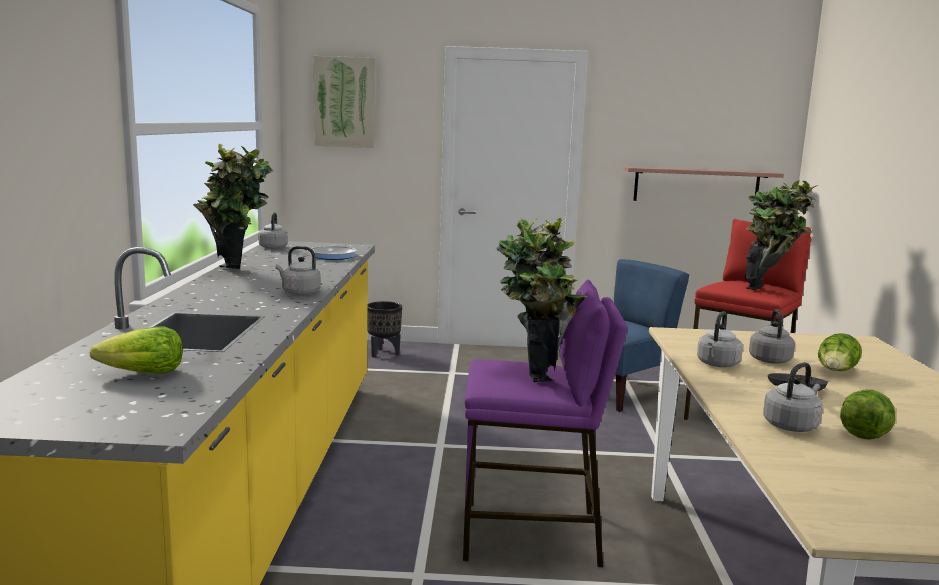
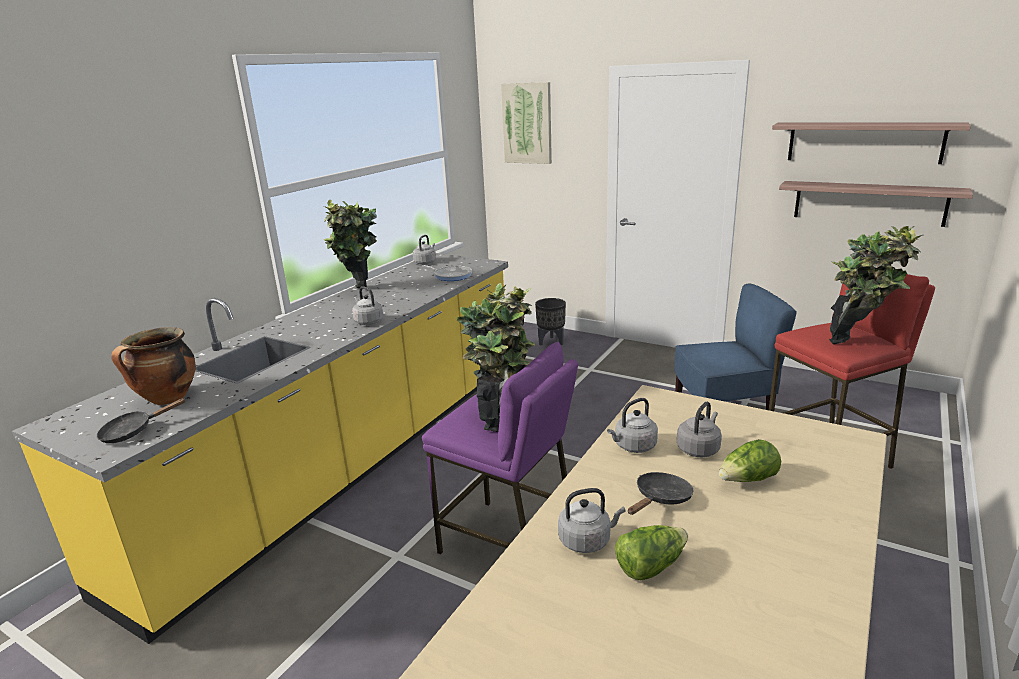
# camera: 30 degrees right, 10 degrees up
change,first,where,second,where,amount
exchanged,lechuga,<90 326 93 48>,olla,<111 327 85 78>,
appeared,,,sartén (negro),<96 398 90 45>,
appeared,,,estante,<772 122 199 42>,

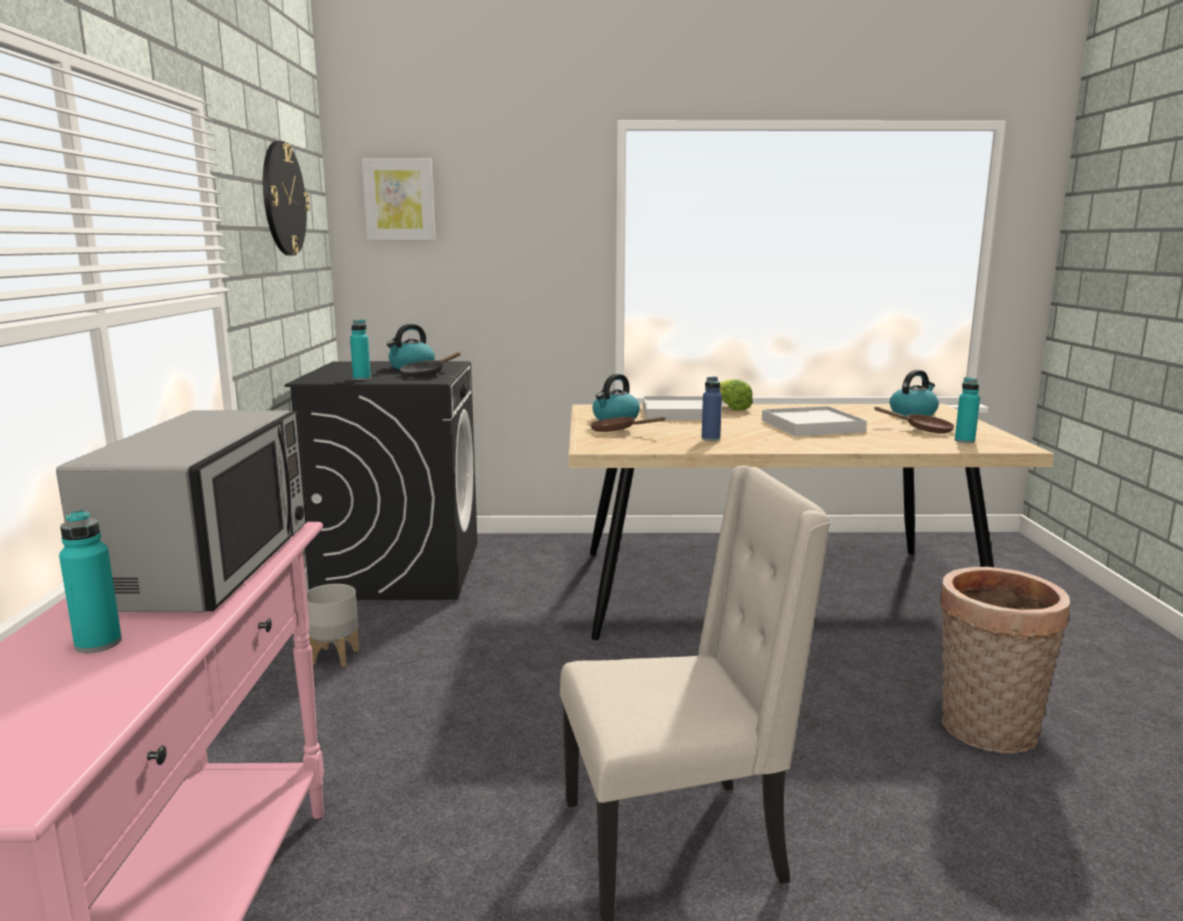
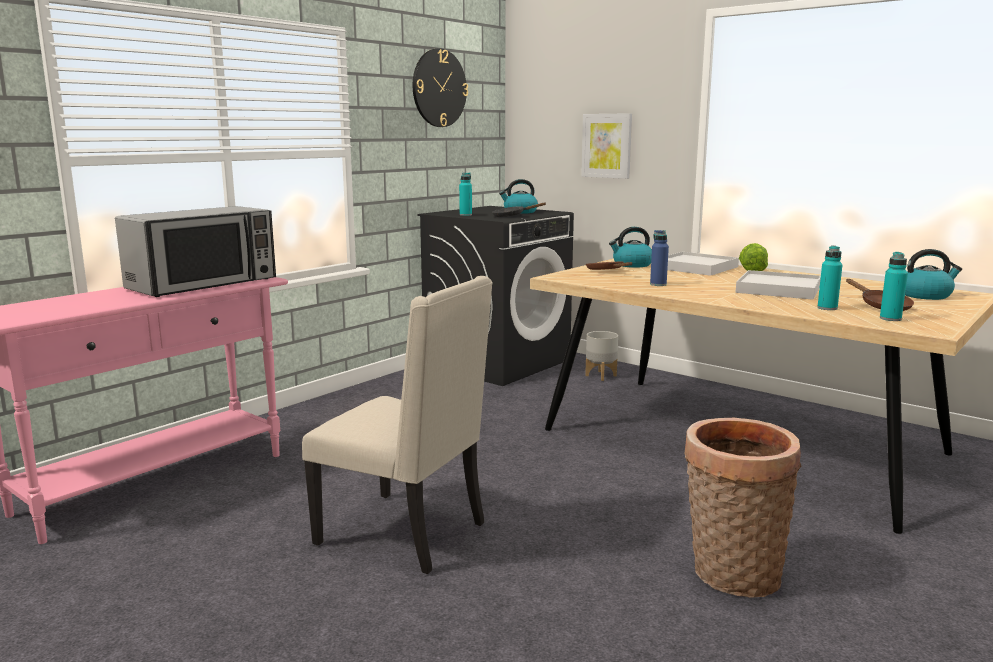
# camera: 40 degrees right, 0 degrees up
change,first,where,second,where,amount
relocated,botella (turquesa),<59 510 63 143>,,<817 246 25 64>,
relocated,maceta (gris),<306 584 53 83>,,<585 331 33 50>,
relocated,cuadro,<362 158 73 82>,,<581 113 51 66>,

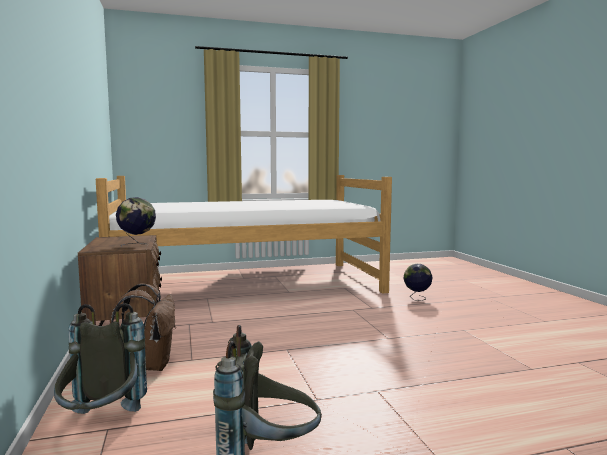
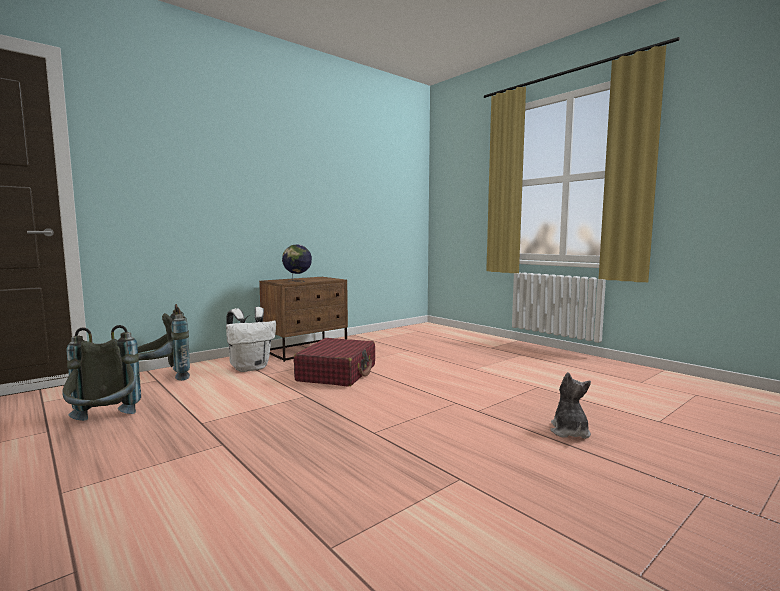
# camera: 65 degrees right, 0 degrees up
change,first,where,second,where,amount
missing,cama,<96 175 296 119>,,,
colour,mochila (marrón),<110 283 66 88>,mochila (blanco),<226 307 50 65>,
exchanged,globo terráqueo,<404 264 28 37>,peluche,<550 372 41 67>,
appeared,,,maleta (rojo),<294 338 81 49>,

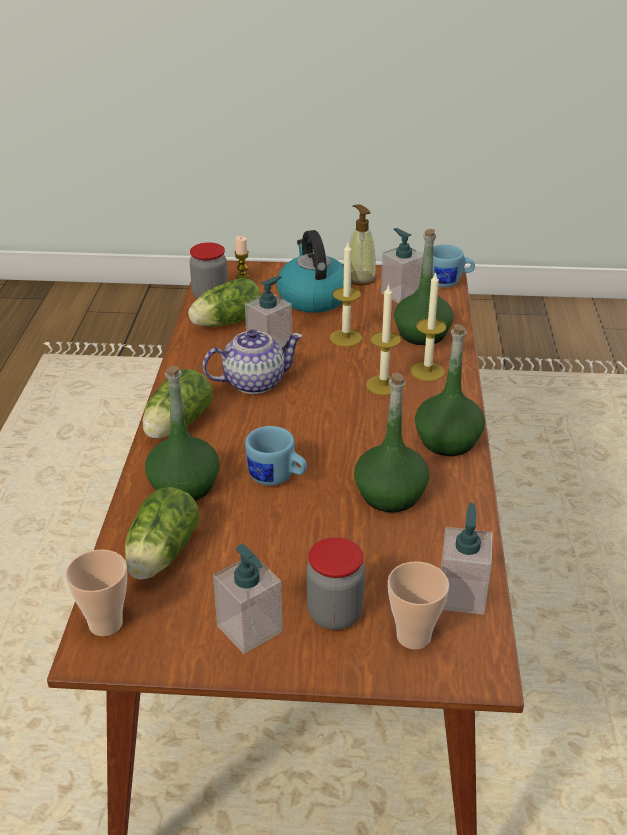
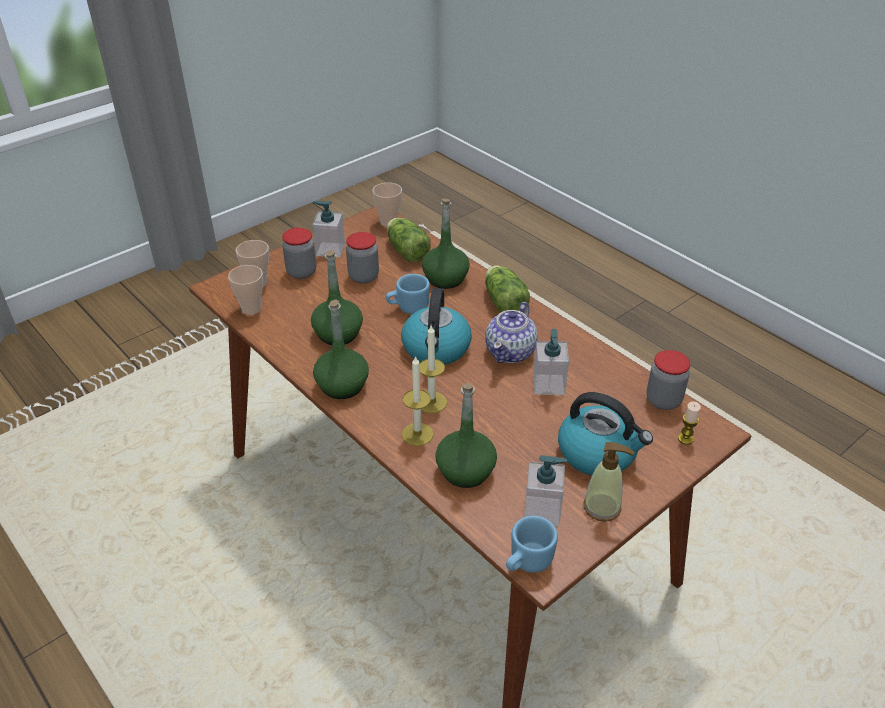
# camera: 135 degrees right, 5 degrees up
change,first,where,second,where,amount
missing,lechuga,<188 278 74 49>,,,
missing,vela,<330 243 32 104>,,,
exchanged,dispensador de jabón,<441 503 52 112>,taza,<228 265 35 50>,
appeared,,,tarro,<346 232 33 52>,
appeared,,,hervidor,<401 288 71 77>,

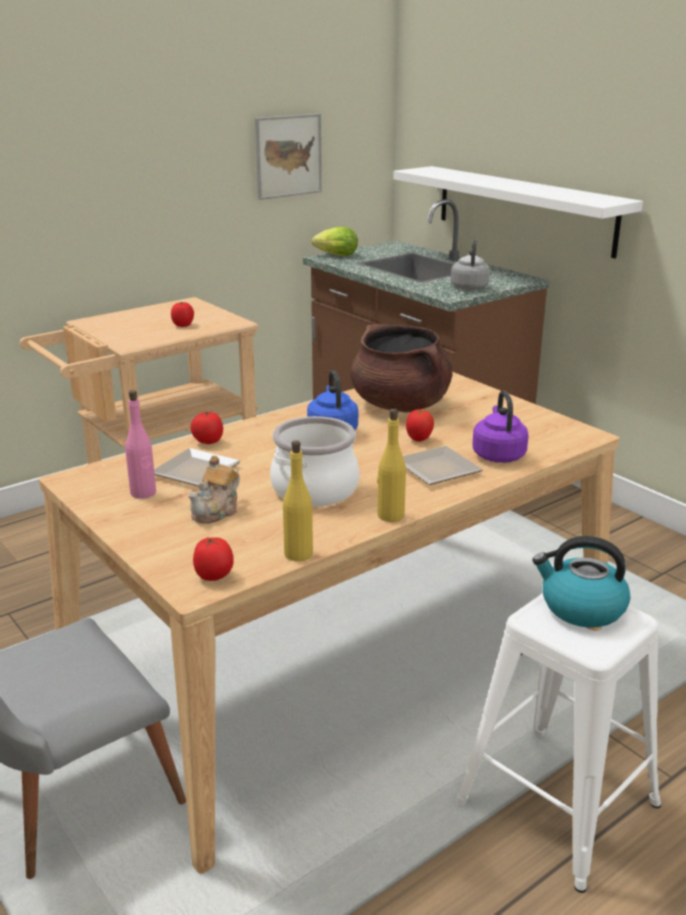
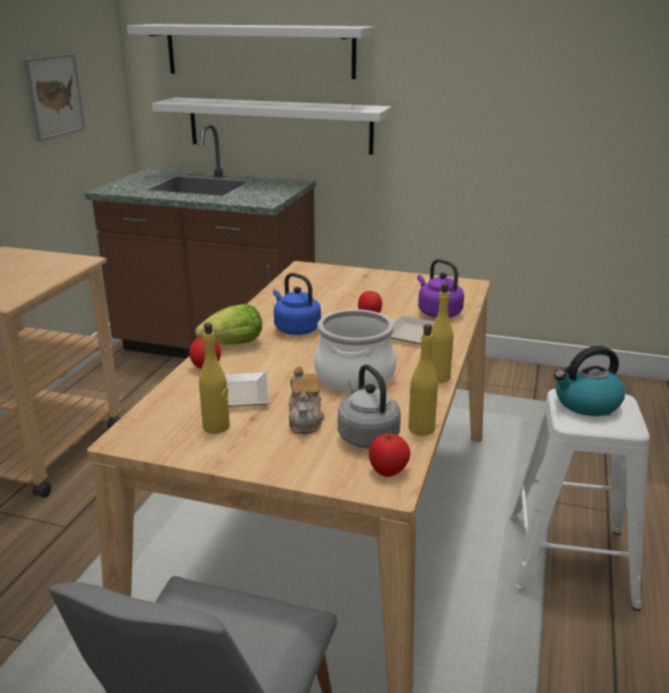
# camera: 35 degrees left, 0 degrees up
change,first,where,second,where,amount
colour,botella (rosa),<125 390 31 109>,botella (amarillo),<199 323 31 111>,
missing,tomate,<171 302 23 25>,,,
relocated,lechuga,<312 227 46 29>,,<195 304 67 41>,
missing,olla (marrón),<350 324 103 89>,,,
relocated,hervidor (gris),<451 239 39 51>,,<338 364 63 85>,
appeared,,,estante (blanco),<127 24 248 55>,

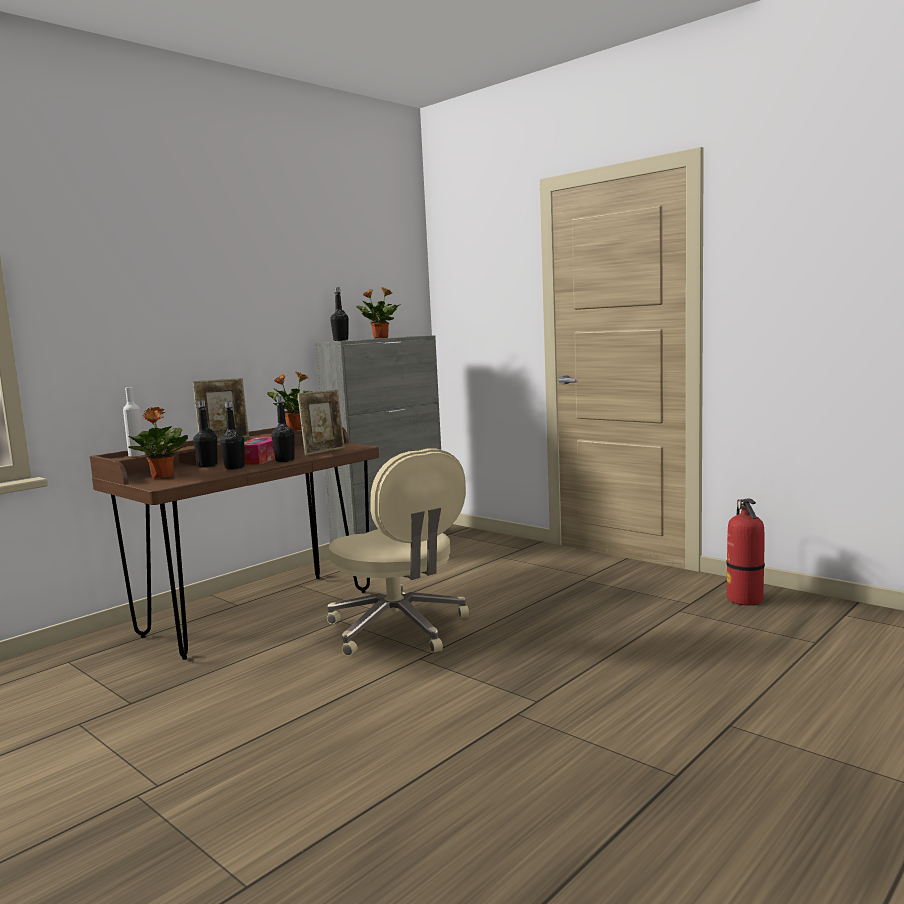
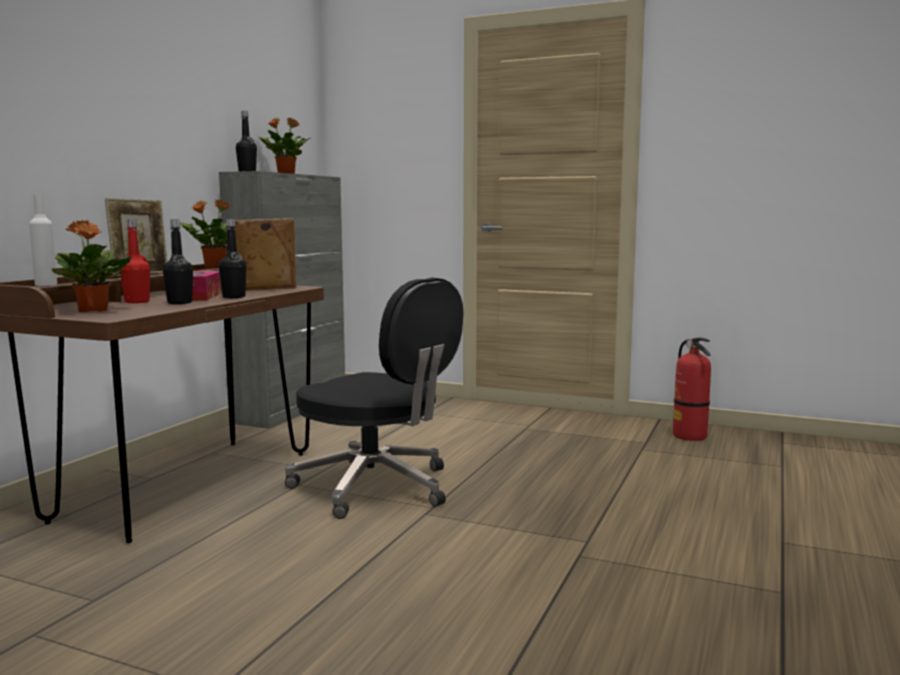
# camera: 20 degrees left, 0 degrees up
change,first,where,second,where,amount
colour,botella (negro),<193 401 24 67>,botella (rojo),<120 219 30 84>,
spun,portarretratos,<297 390 48 65>,,<234 218 63 73>,135 degrees counterclockwise
colour,silla de oficina (beis),<327 448 142 208>,silla de oficina (negro),<285 278 178 241>,

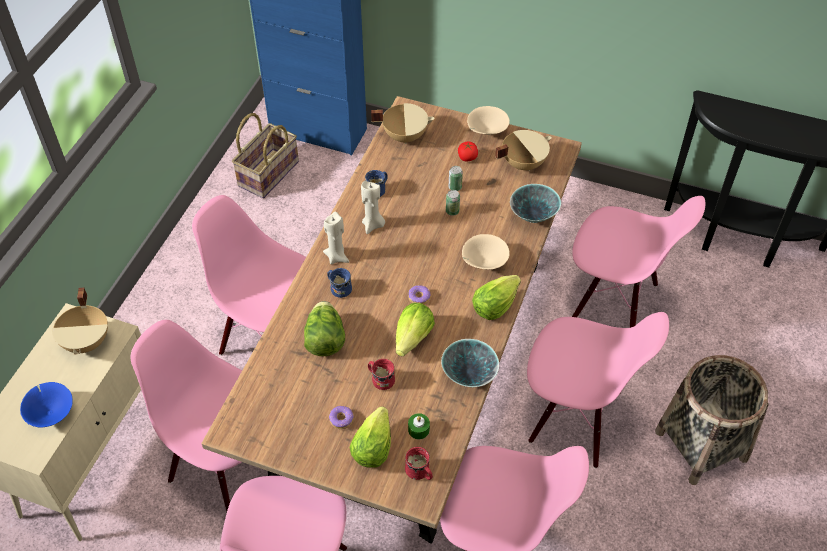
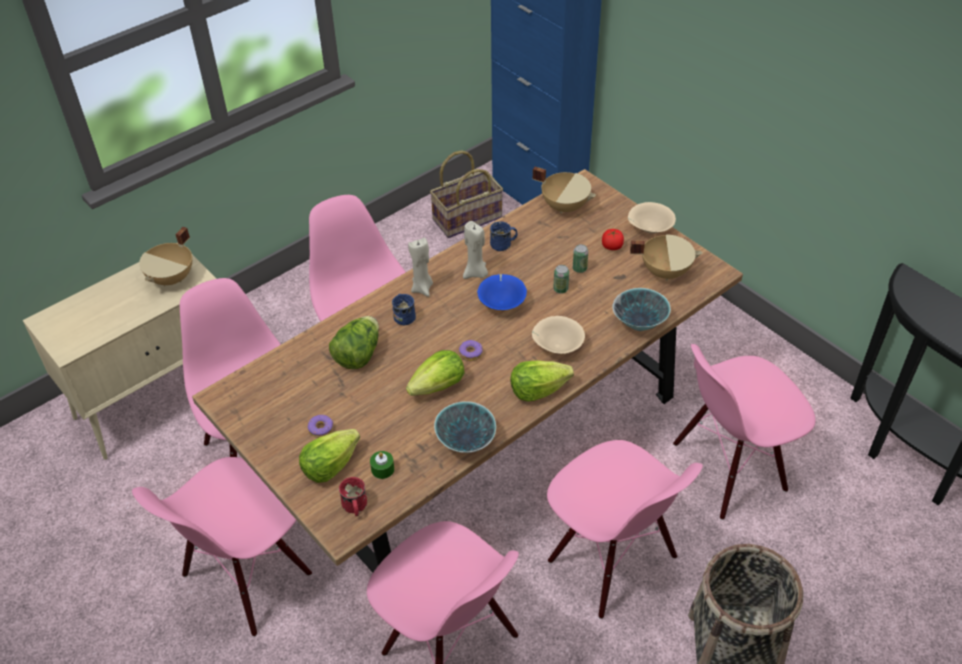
# camera: 30 degrees right, 5 degrees down
change,first,where,second,where,amount
relocated,cuenco (azul),<20 382 53 46>,,<477 274 50 36>,
missing,taza grande (rojo),<368 359 27 31>,,,
spun,silla (rosa),<572 196 133 132>,,<673 344 142 176>,105 degrees clockwise

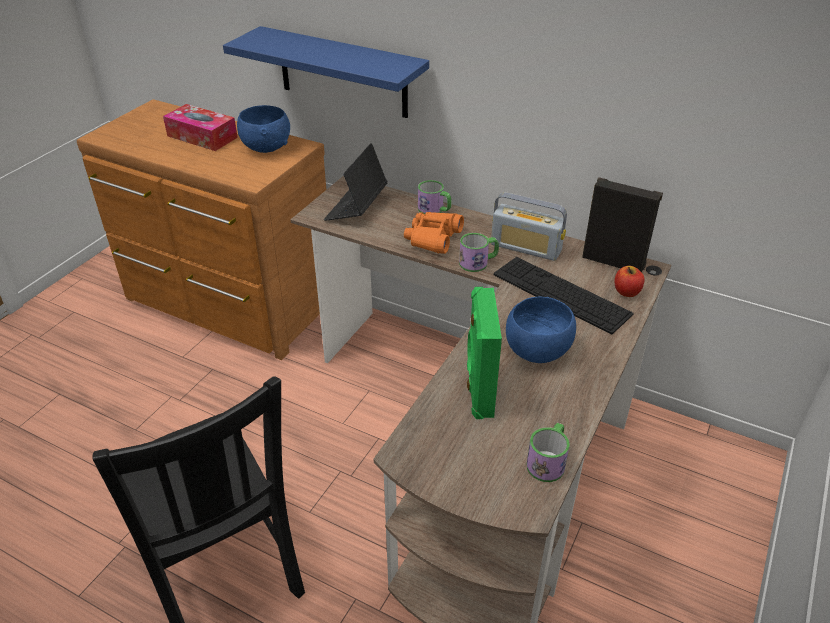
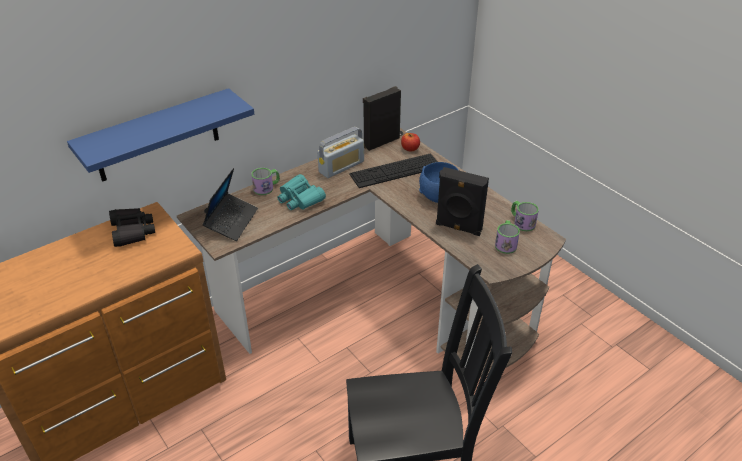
# camera: 65 degrees left, 0 degrees up
change,first,where,second,where,amount
missing,caja de pañuelos,<163 104 75 47>,,,
exchanged,cuenco (azul),<237 105 53 48>,prismáticos (negro),<109 208 46 39>,
spun,portátil,<324 143 63 78>,,<203 168 55 73>,120 degrees counterclockwise
colour,prismáticos (naranja),<404 212 60 42>,prismáticos (turquesa),<277 174 49 36>,
relocated,taza grande,<459 233 40 39>,,<495 220 25 34>,
colour,altavoz (verde),<467 287 35 132>,altavoz (negro),<436 167 53 69>,

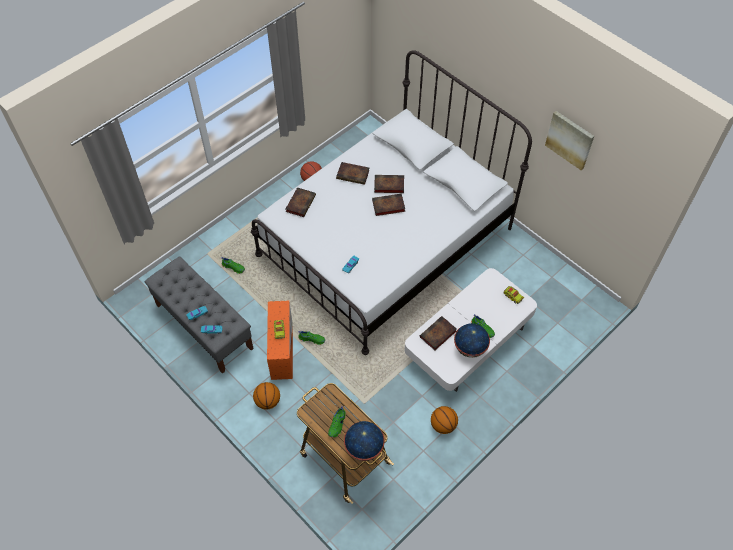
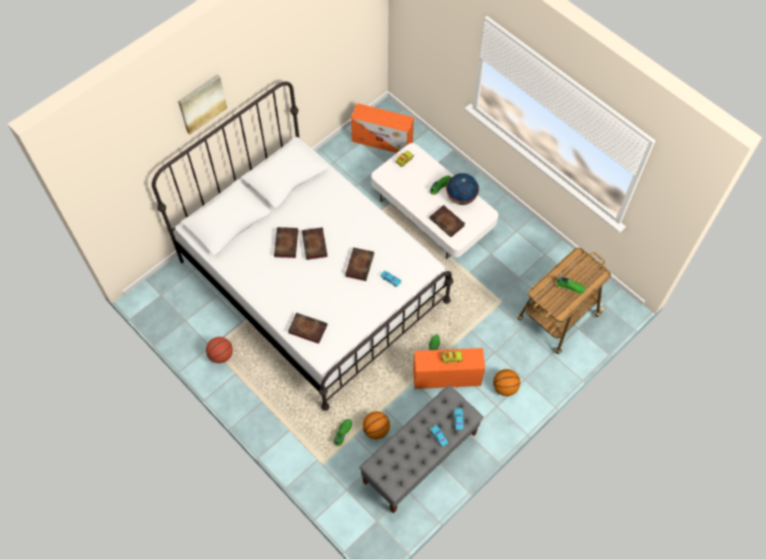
# camera: 90 degrees left, 5 degrees up
change,first,where,second,where,amount
relocated,libro,<336 162 33 23>,,<345 247 29 34>,
missing,globo terráqueo,<344 421 41 40>,,,
relocated,balón de baloncesto,<431 406 27 28>,,<362 411 28 28>,
relocated,cuadro,<545 111 49 59>,,<178 74 49 60>,
appeared,,,caja de almacenaje (naranja),<351 103 63 50>,

